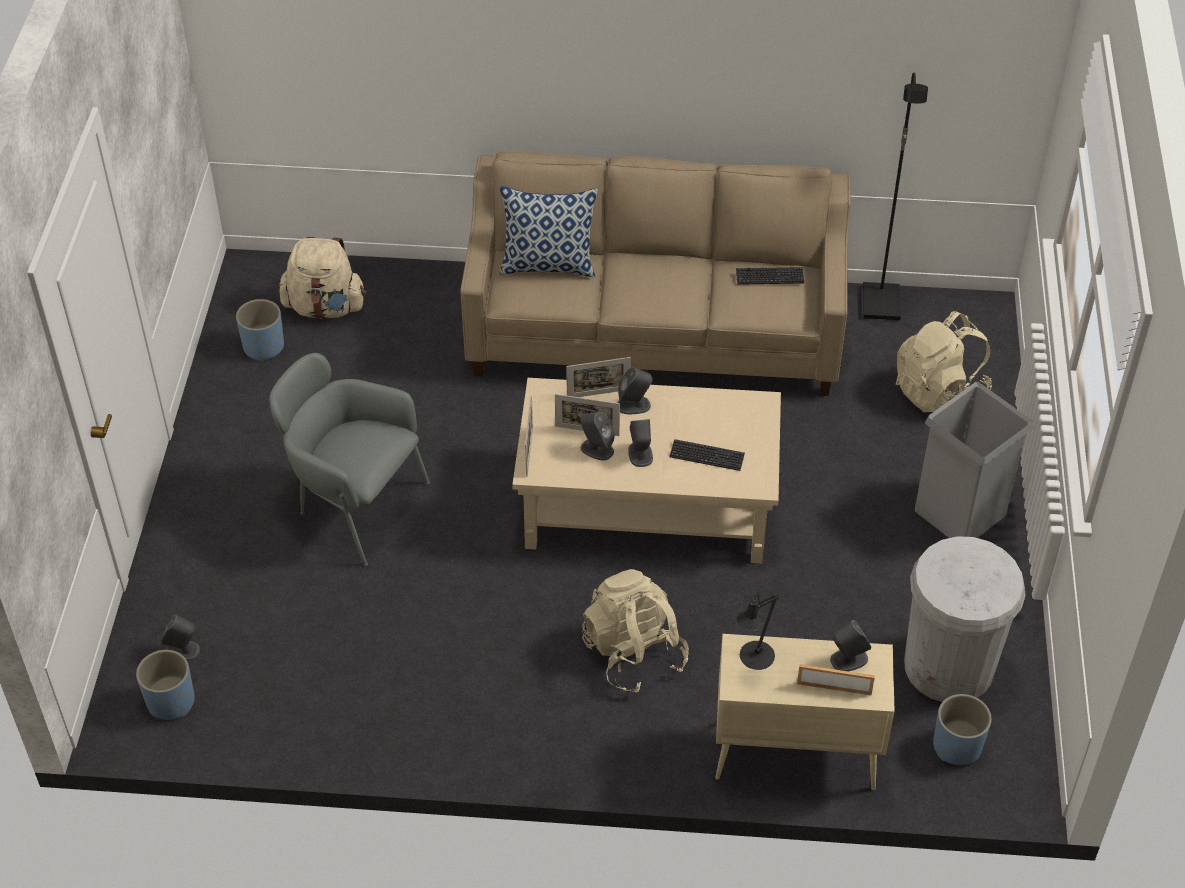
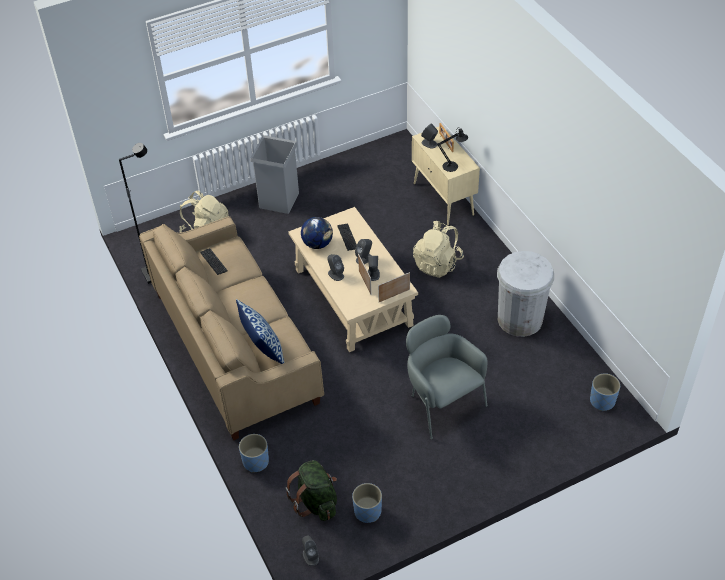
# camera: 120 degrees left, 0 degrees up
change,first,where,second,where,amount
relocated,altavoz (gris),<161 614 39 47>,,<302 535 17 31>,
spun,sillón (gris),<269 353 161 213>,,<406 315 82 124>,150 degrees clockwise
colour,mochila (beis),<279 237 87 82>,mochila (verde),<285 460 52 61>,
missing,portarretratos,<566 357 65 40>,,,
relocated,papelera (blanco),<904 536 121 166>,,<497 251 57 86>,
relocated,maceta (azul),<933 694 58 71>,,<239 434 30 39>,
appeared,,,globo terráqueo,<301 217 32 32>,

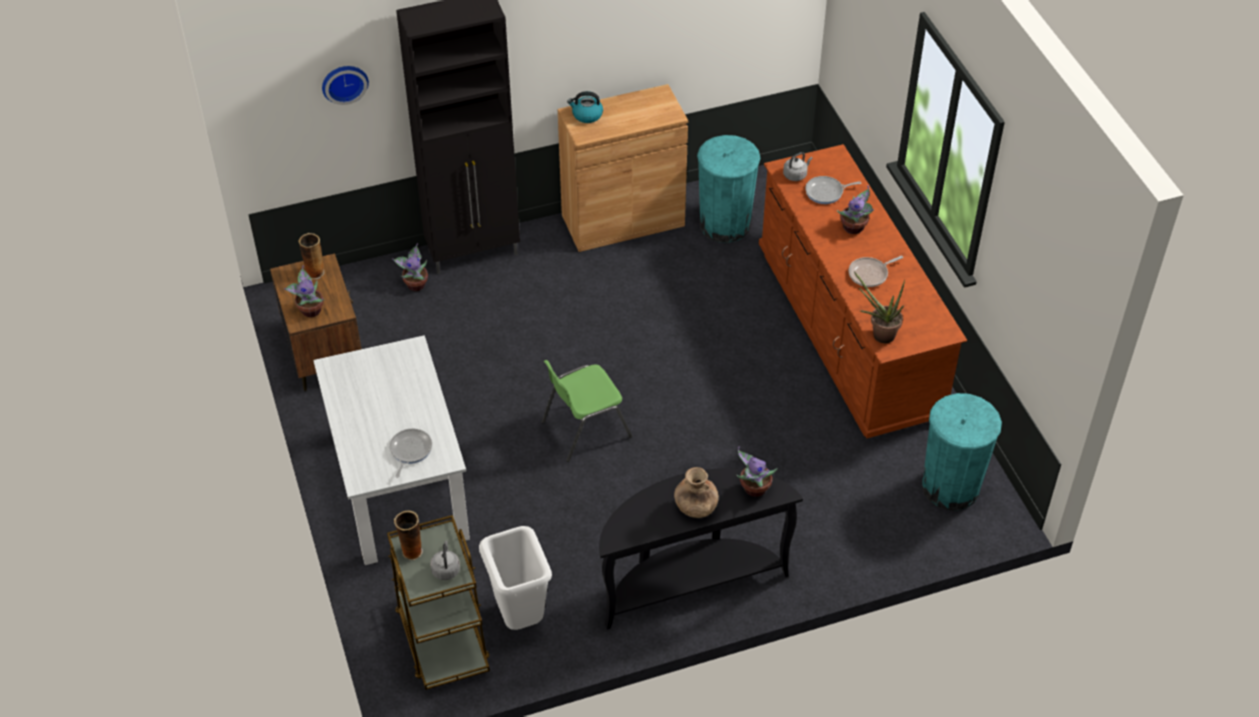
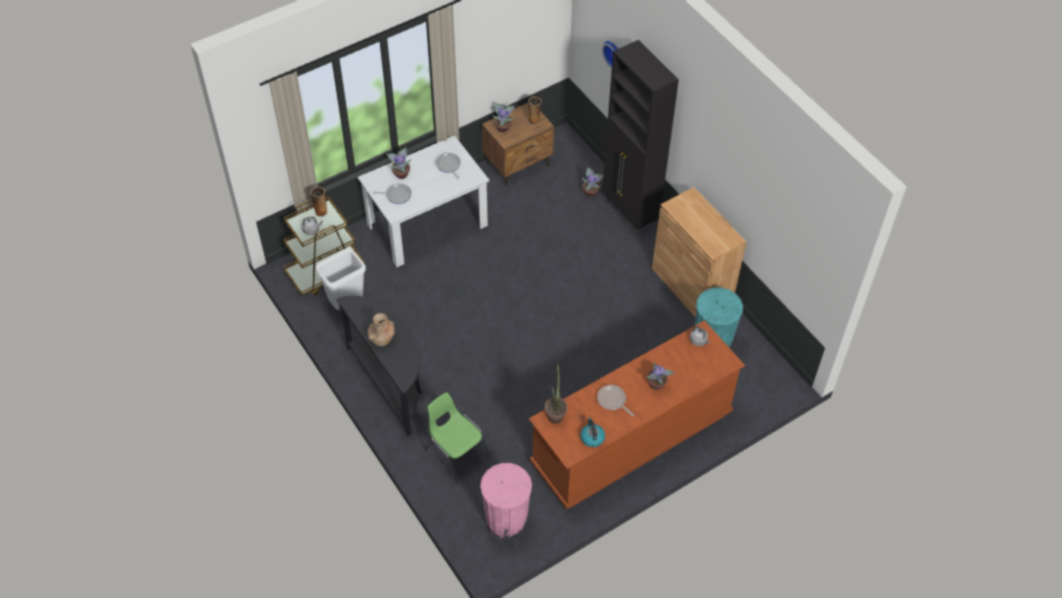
# camera: 75 degrees right, 5 degrees up
change,first,where,second,where,amount
relocated,silla (verde),<542 360 90 102>,,<425 392 65 92>,
relocated,hervidor,<567 91 36 32>,,<580 418 25 29>,
relocated,planta en maceta,<737 446 41 51>,,<386 146 25 33>,
relocated,sartén,<805 176 56 28>,,<435 153 26 26>,
colour,papelera (turquesa),<922 393 80 118>,papelera (rosa),<480 463 52 77>,

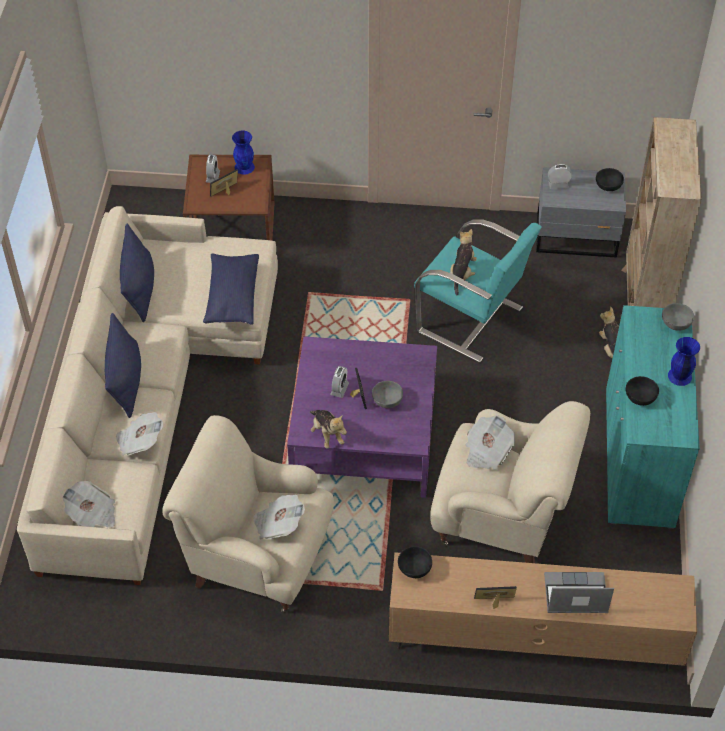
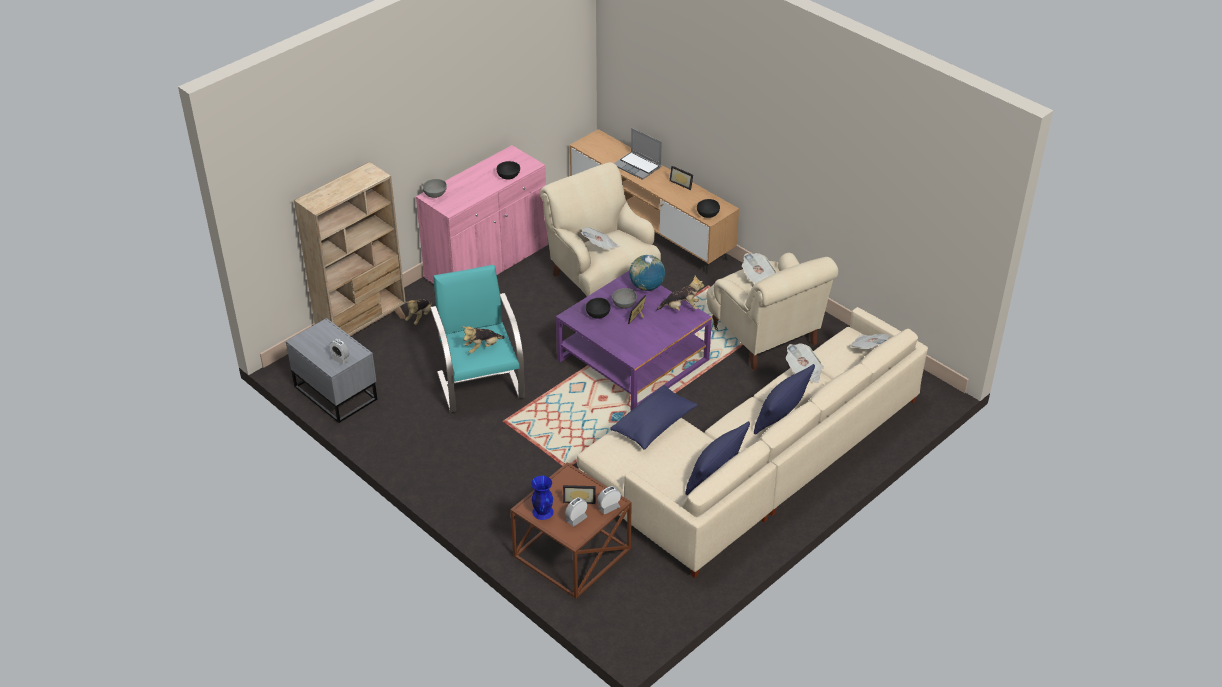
# camera: 140 degrees left, 10 degrees down
change,first,where,second,where,amount
spun,peluche,<310 410 37 39>,,<656 276 48 35>,75 degrees clockwise
relocated,despertador,<330 366 19 32>,,<597 486 24 28>,
relocated,cuenco (negro),<596 168 28 23>,,<586 298 25 21>,
colour,armario (turquesa),<606 305 94 224>,armario (rosa),<416 145 132 139>,
missing,florero (azul),<668 337 32 49>,,,
appeared,,,globo terráqueo,<629 255 36 36>,

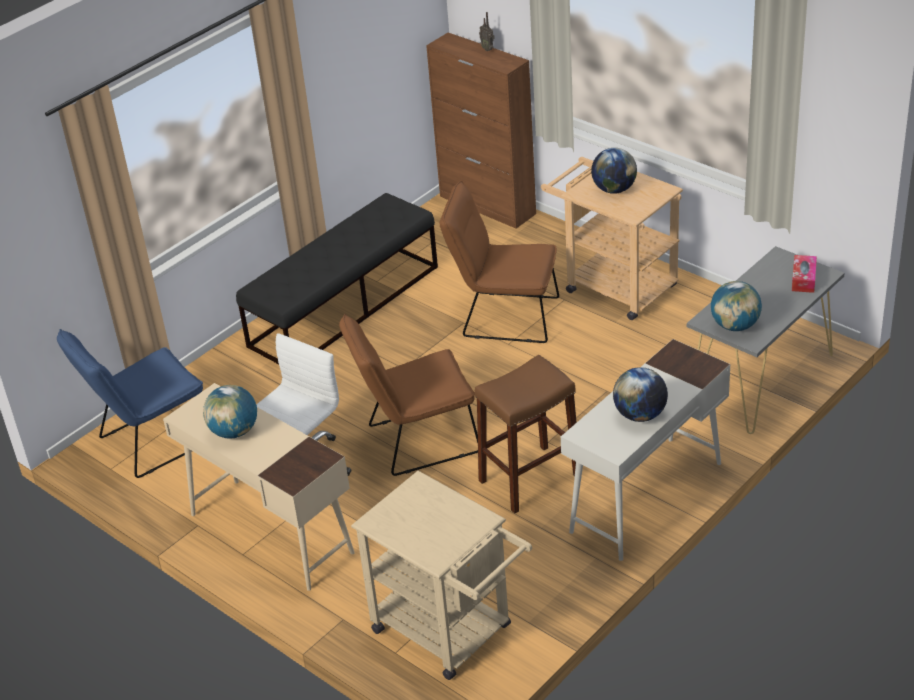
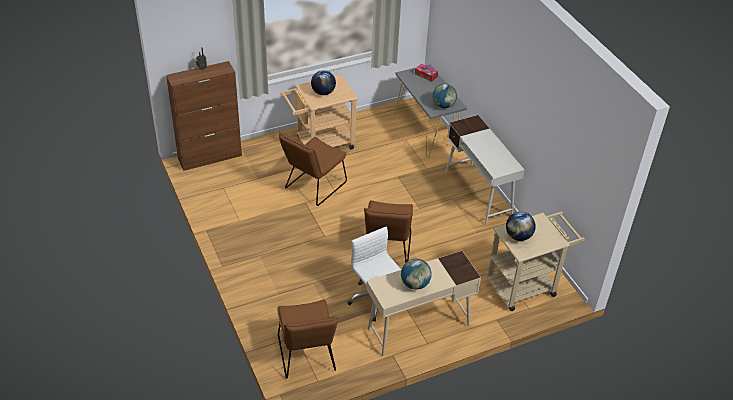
# camera: 70 degrees left, 5 degrees up
change,first,where,second,where,amount
colour,silla (azul),<57 329 146 149>,silla (marrón),<277 300 61 79>,
missing,banco (negro),<236 193 202 171>,,,
missing,taburete (marrón),<475 355 102 159>,,,
relocated,globo terráqueo,<613 367 55 55>,,<506 212 30 29>,

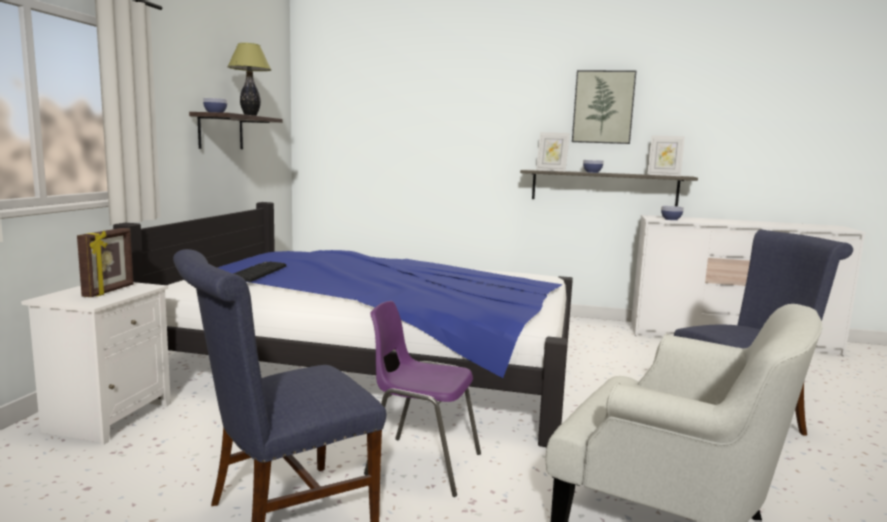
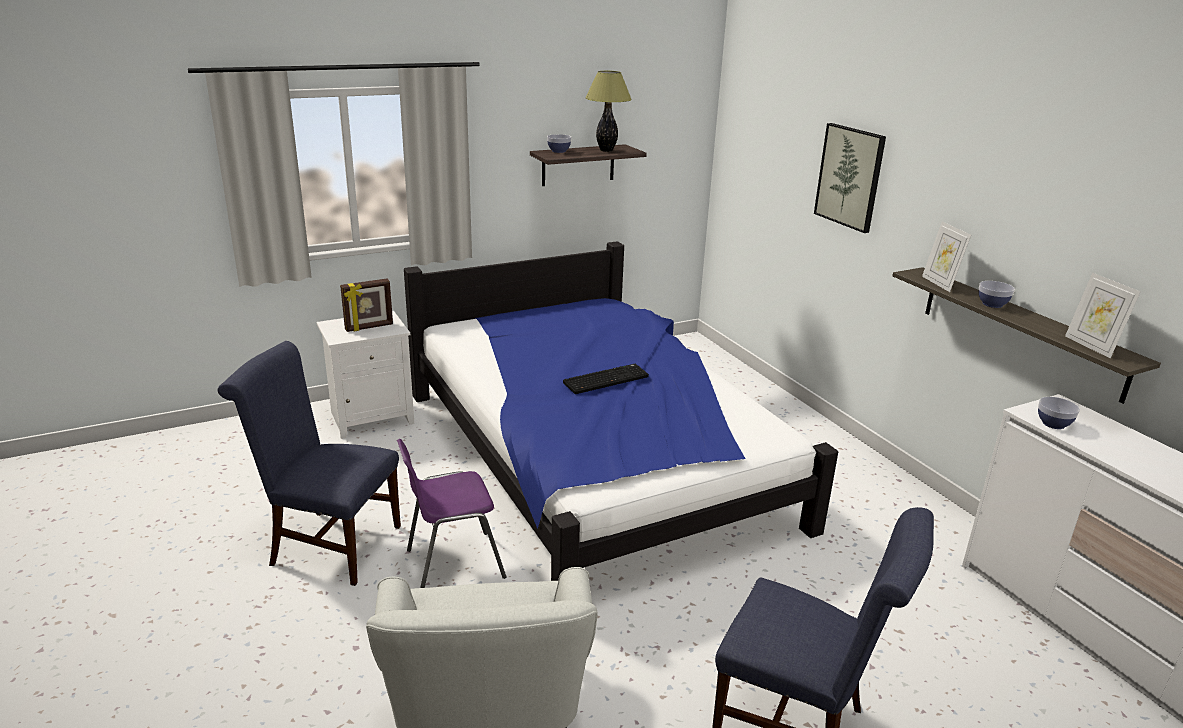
# camera: 50 degrees right, 15 degrees up
change,first,where,second,where,amount
relocated,teclado,<234 261 52 21>,,<563 364 86 30>,
spun,silla (morado),<364 301 117 196>,,<397 439 109 149>,90 degrees counterclockwise
relocated,cuadro,<572 70 64 74>,,<814 123 72 110>,

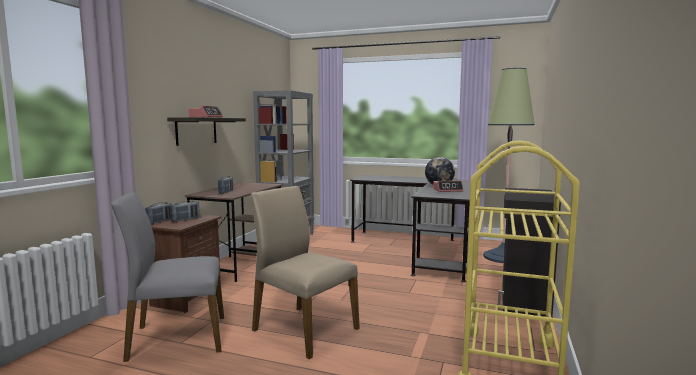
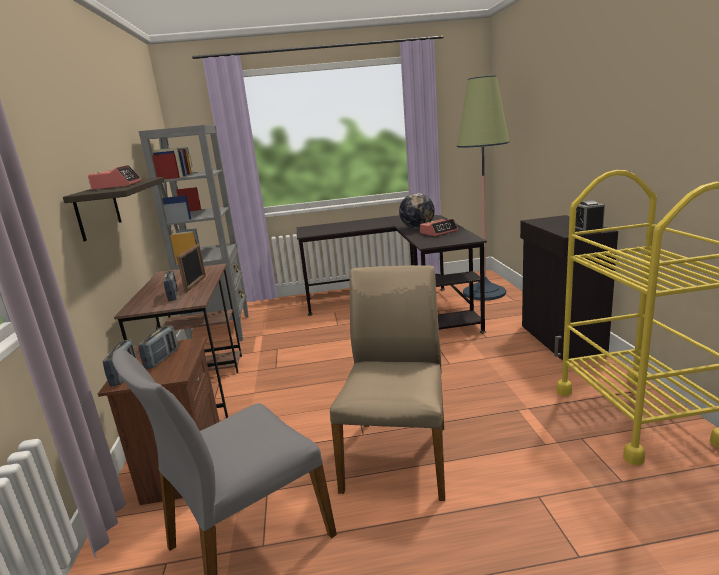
# camera: 25 degrees left, 10 degrees up
change,first,where,second,where,amount
spun,silla (beis),<251 186 109 173>,,<330 265 115 236>,90 degrees clockwise
appeared,,,portarretratos,<177 244 29 49>,
appeared,,,despertador,<575 200 30 31>,

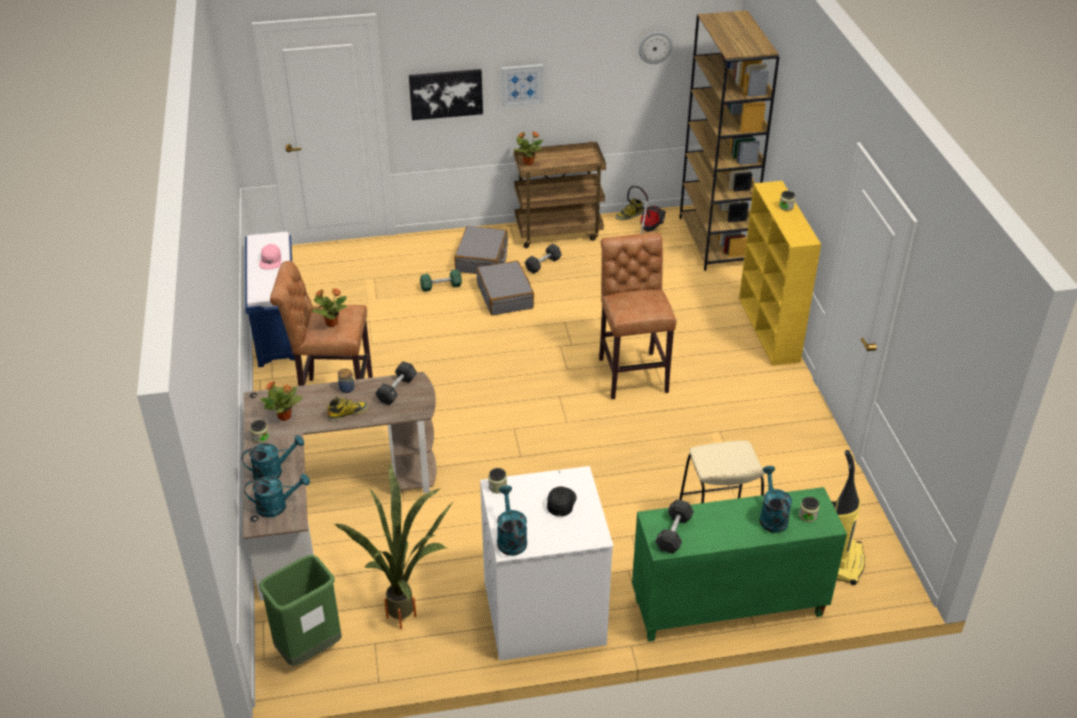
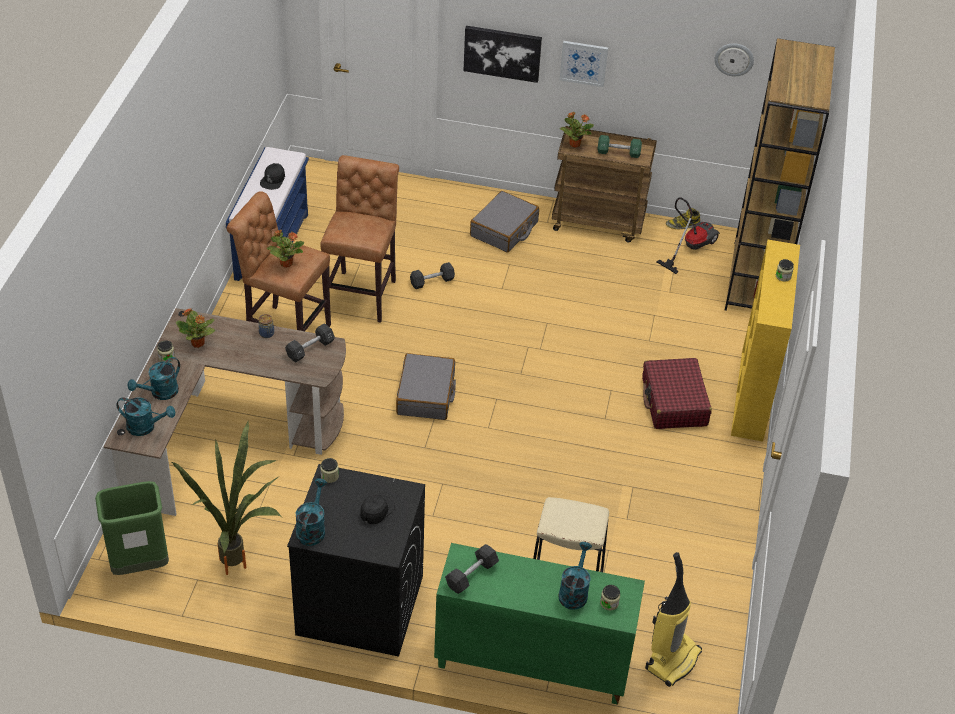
# camera: 20 degrees right, 5 degrees up
change,first,where,second,where,amount
spun,regadera (turquesa),<242 435 62 45>,,<128 357 52 43>,135 degrees clockwise
colour,gorra (rosa),<259 244 22 25>,gorra (negro),<260 163 25 27>,
missing,bota,<328 396 41 26>,,,
relocated,mancuerna (verde),<420 269 42 23>,,<597 135 45 23>,
relocated,maleta (gris),<476 261 58 54>,,<396 353 60 67>,
colour,lavadora (blanco),<480 466 134 195>,lavadora (negro),<287 464 138 193>,
relocated,mancuerna (negro),<525 244 37 30>,,<410 262 45 27>,
relocated,taburete (marrón),<599 232 78 167>,,<320 155 79 168>,
appeared,,,maleta (rojo),<642 358 70 71>,

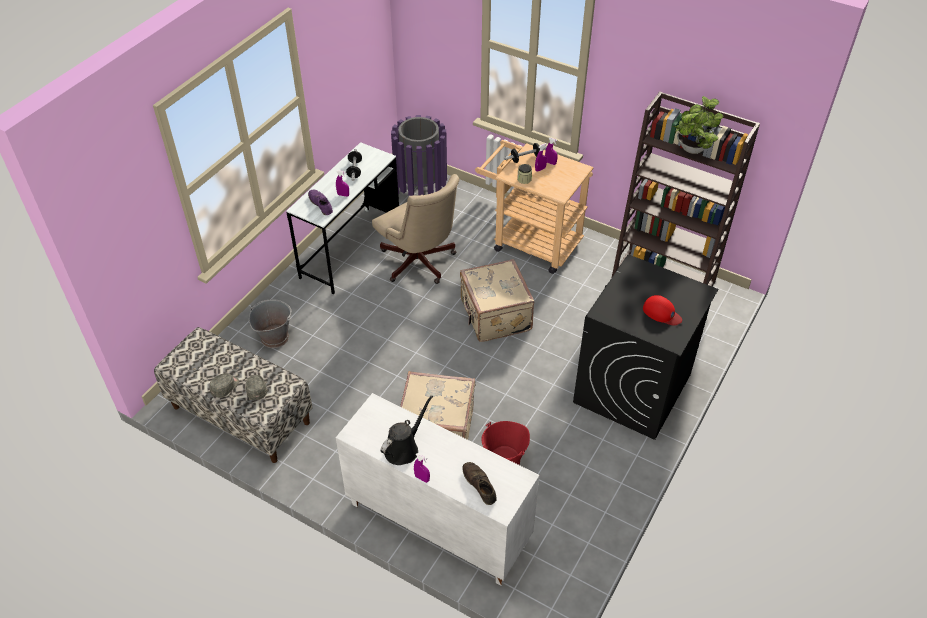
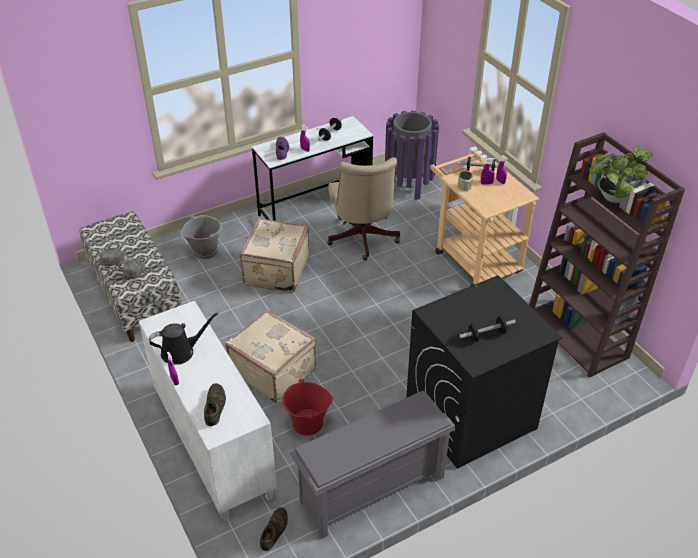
# camera: 30 degrees right, 5 degrees down
change,first,where,second,where,amount
relocated,maleta (beis),<460 259 74 83>,,<239 218 71 75>,
exchanged,gorra (rojo),<643 295 39 31>,mancuerna,<459 316 57 26>,
appeared,,,zapato (marrón),<260 507 28 44>,
appeared,,,zapatero (gris),<290 391 165 148>,

